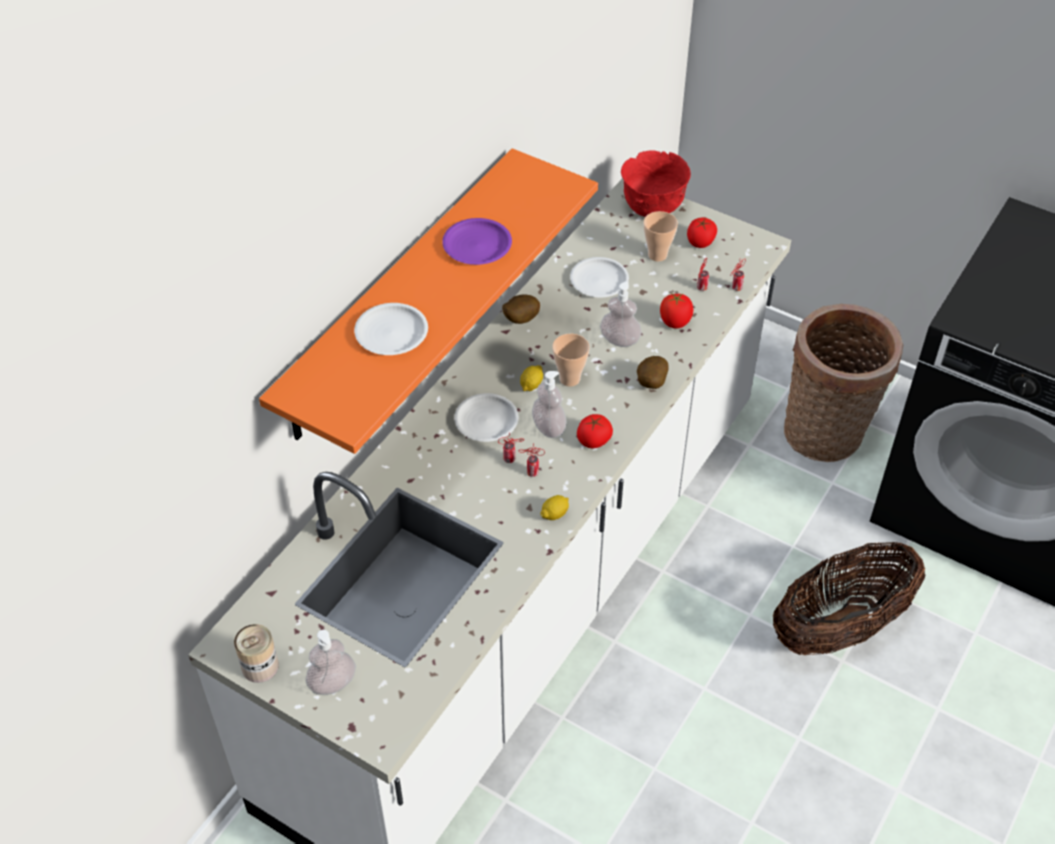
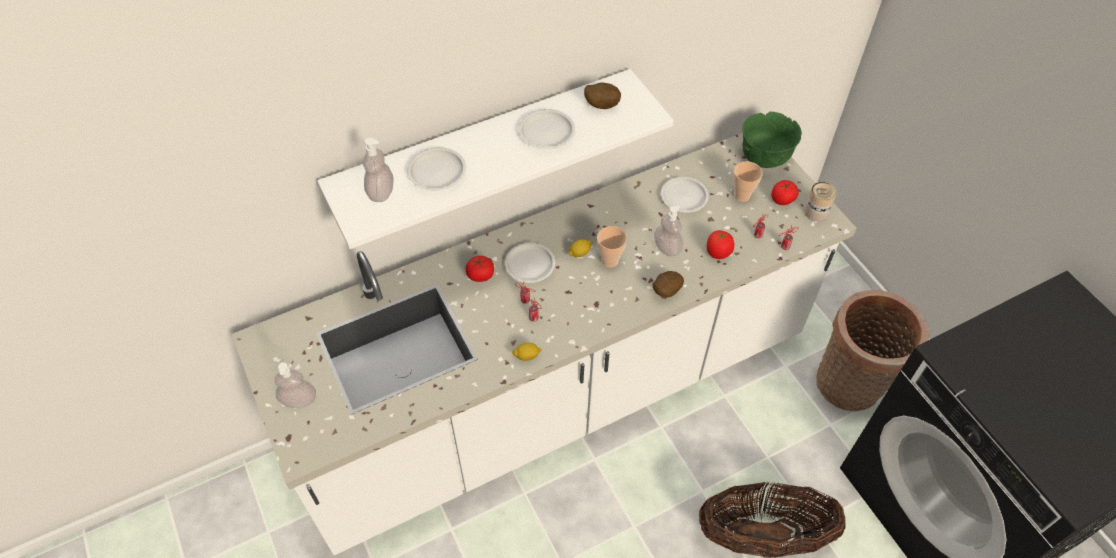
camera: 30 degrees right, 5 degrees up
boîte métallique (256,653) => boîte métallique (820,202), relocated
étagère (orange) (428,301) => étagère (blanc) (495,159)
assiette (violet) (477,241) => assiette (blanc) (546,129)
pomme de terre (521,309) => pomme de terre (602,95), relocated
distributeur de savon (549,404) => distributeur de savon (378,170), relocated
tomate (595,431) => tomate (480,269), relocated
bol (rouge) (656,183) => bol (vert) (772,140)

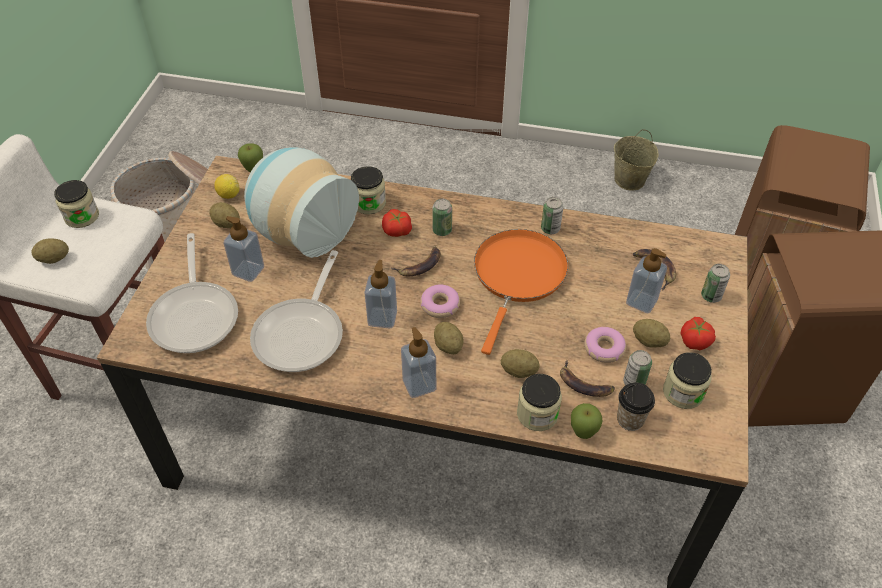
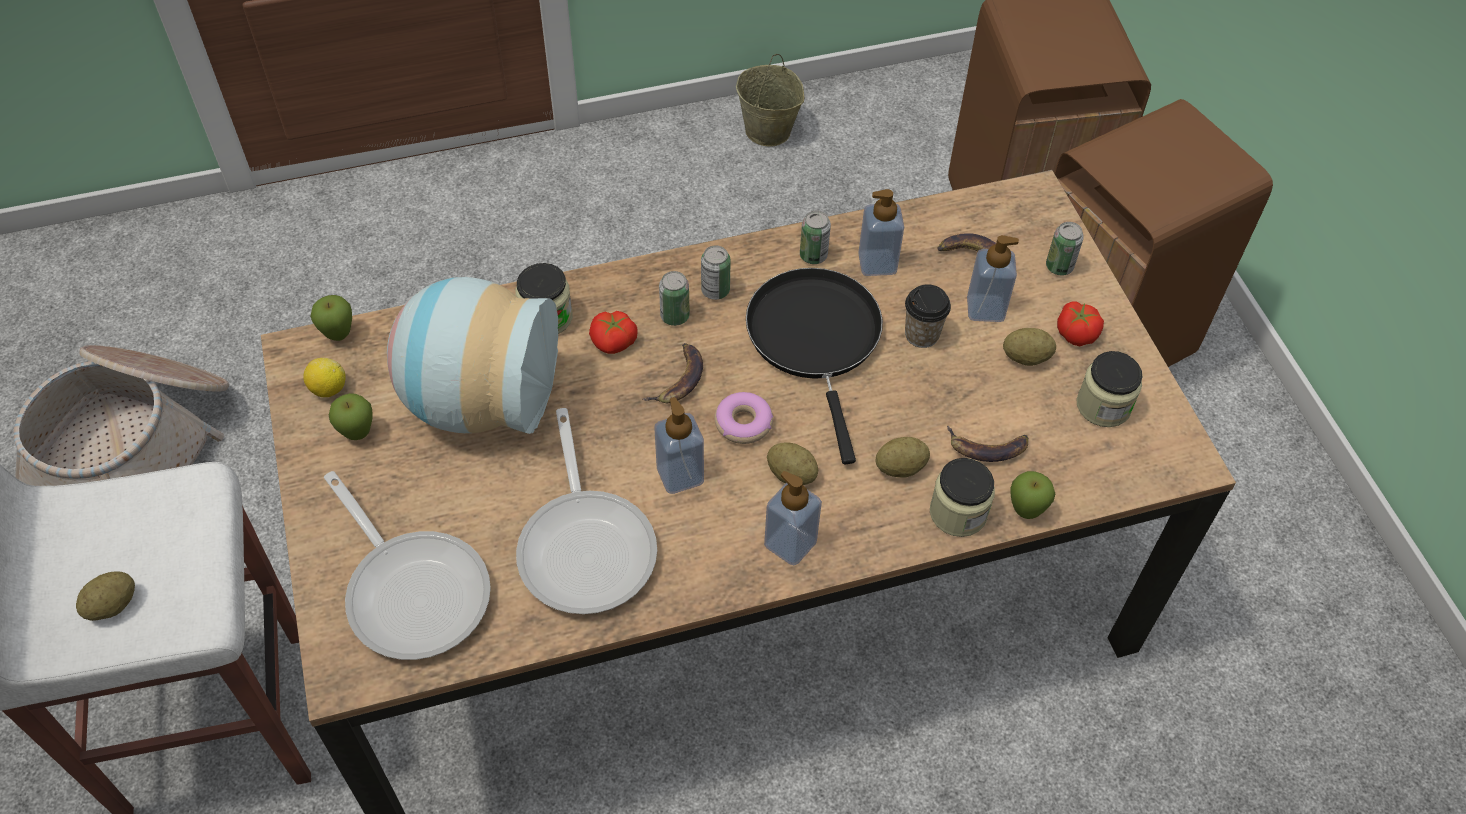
camera: 30 degrees left, 5 degrees up
bocal (76,204) => nothing
pomme de terre (224,215) => pomme (351,416)
distributeur de savon (243,249) => distributeur de savon (881,232), relocated
poêle (orange) (521,292) => poêle (noir) (814,366)
beignet (605,345) => nothing
tasse (636,407) => tasse (928,316), relocated
boîte métallique (637,368) => boîte métallique (716,272), relocated

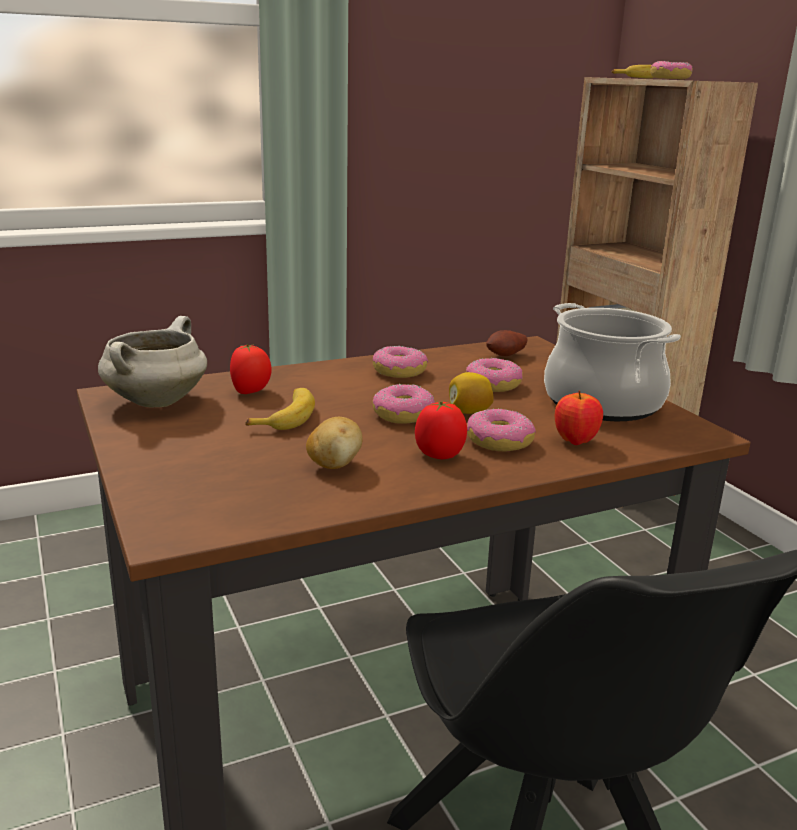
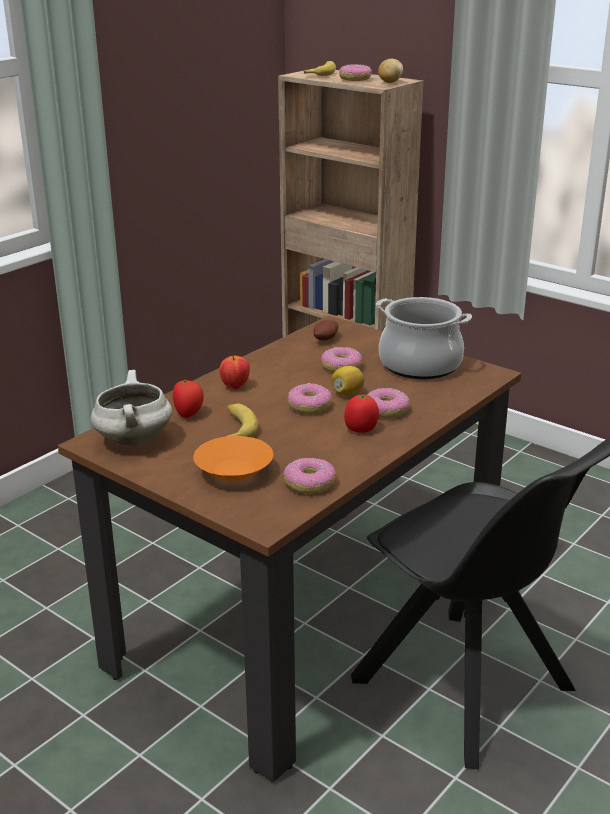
camera: 25 degrees left, 5 degrees up
pomme de terre (334,443) => pomme de terre (390,71), relocated
beignet (400,362) => beignet (309,476), relocated
pomme (579,417) => pomme (234,372), relocated
nothing => bol (orange) (233,459)

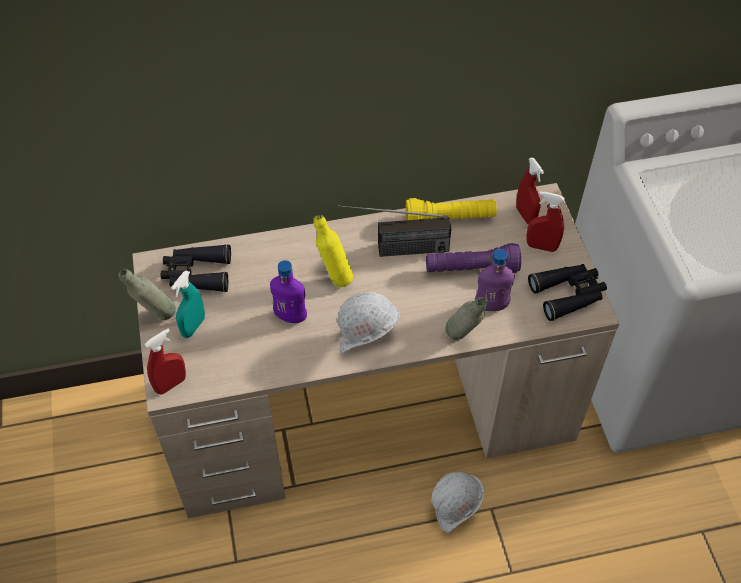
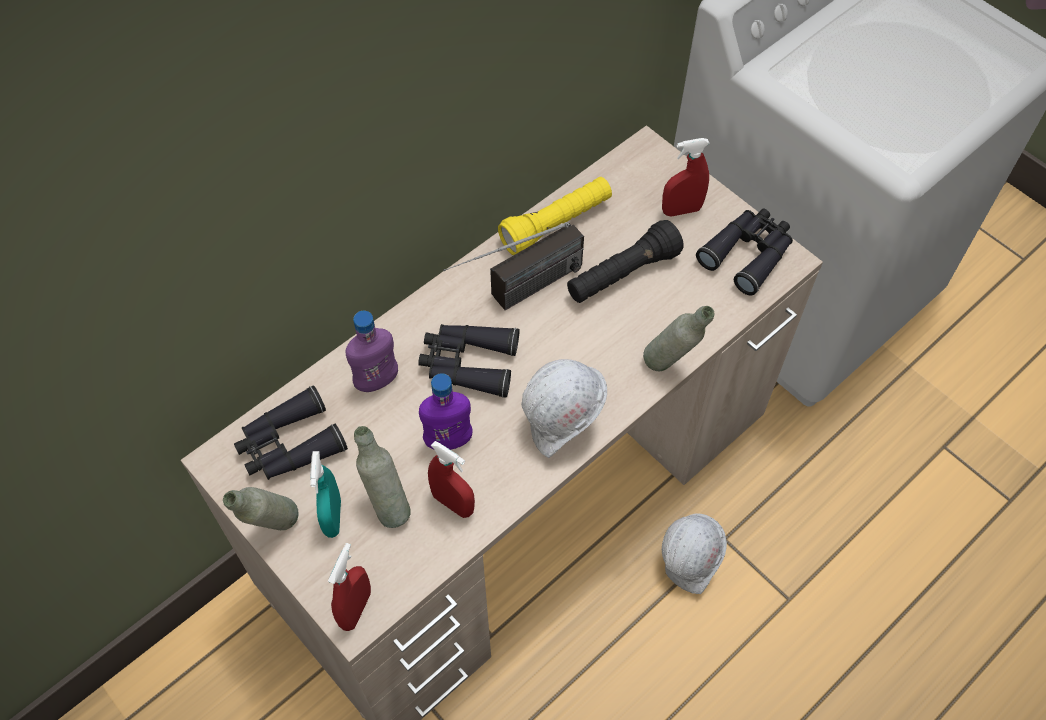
camera: 30 degrees left, 5 degrees up
bouteille (jaune) (333,251) => jumelles (noir) (468,361)
lampe de poche (violet) (473,258) => lampe de poche (noir) (625,261)
bouteille (violet) (495,280) => bouteille (violet) (372,351), relocated
vaporisateur (rouge) (530,190) => vaporisateur (rouge) (451,479), relocated
nothing => bouteille (gris) (382,477)

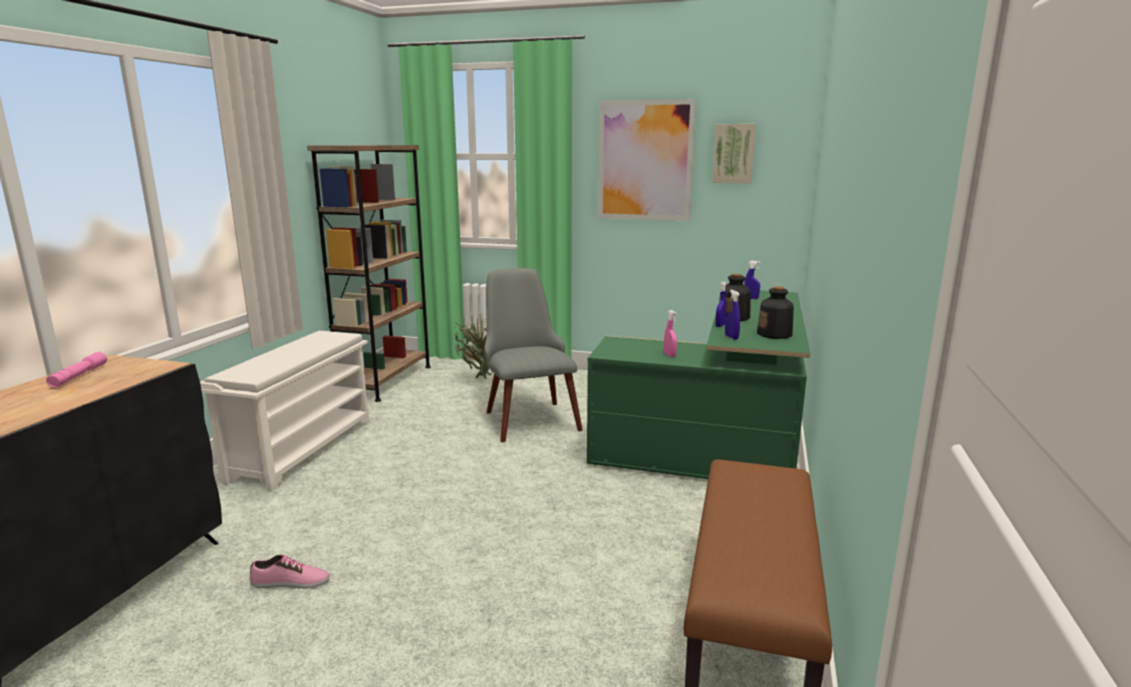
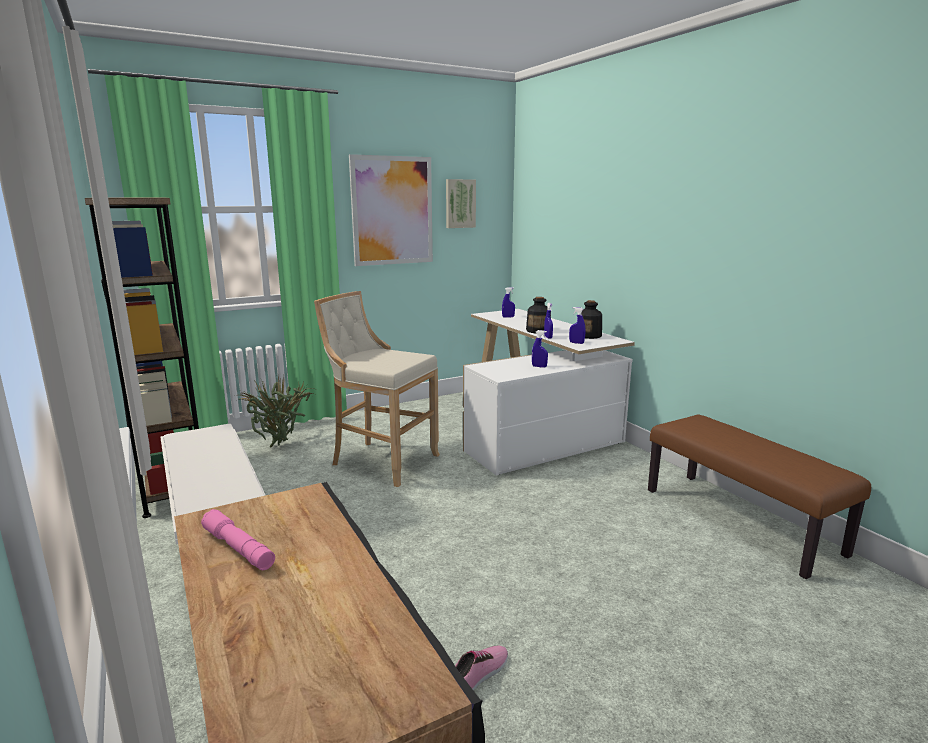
camera: 45 degrees left, 0 degrees up
chaise (gris) (533,355) => tabouret (beige) (377,389)
bureau (vert) (698,384) => bureau (blanc) (549,392)
vaporisateur (rose) (670,333) => vaporisateur (bleu) (540,349)

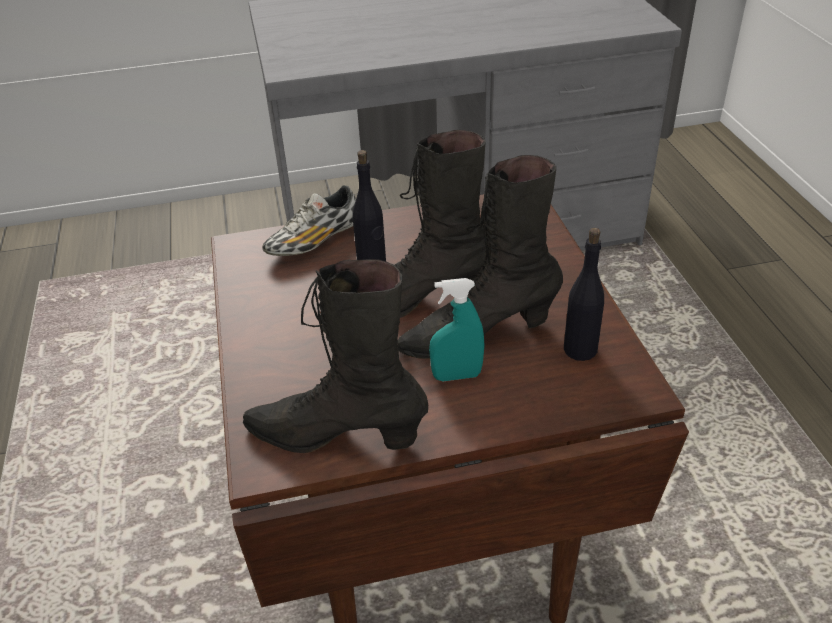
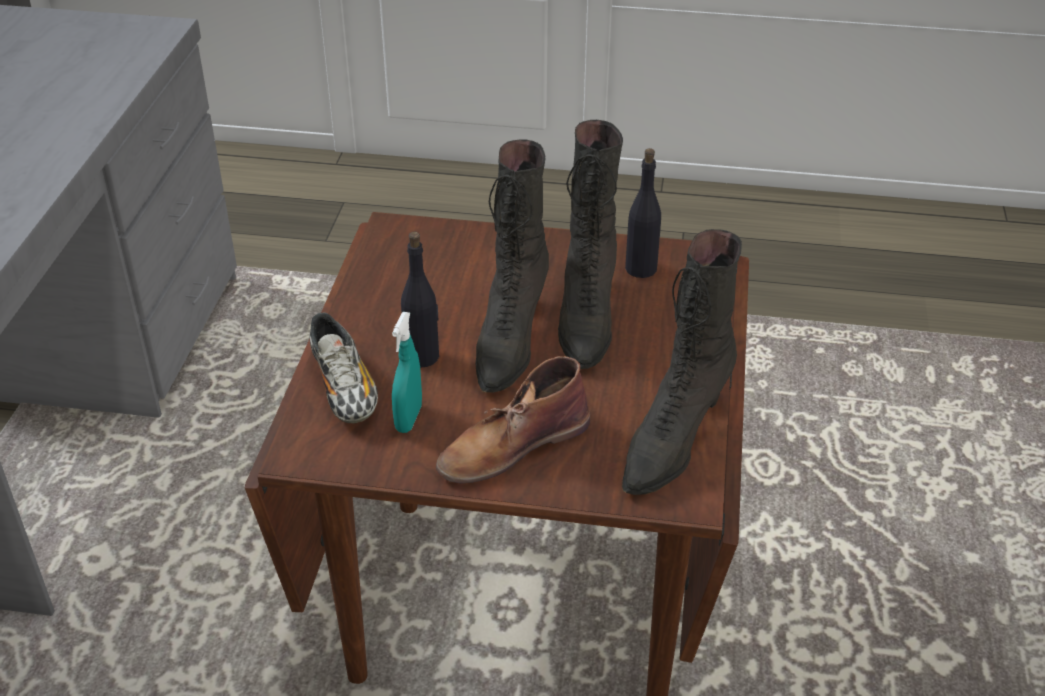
camera: 70 degrees left, 0 degrees up
vaporisateur (turquoise) (457,329) => vaporisateur (turquoise) (407,372), relocated
nothing => botte (marron) (513,419)

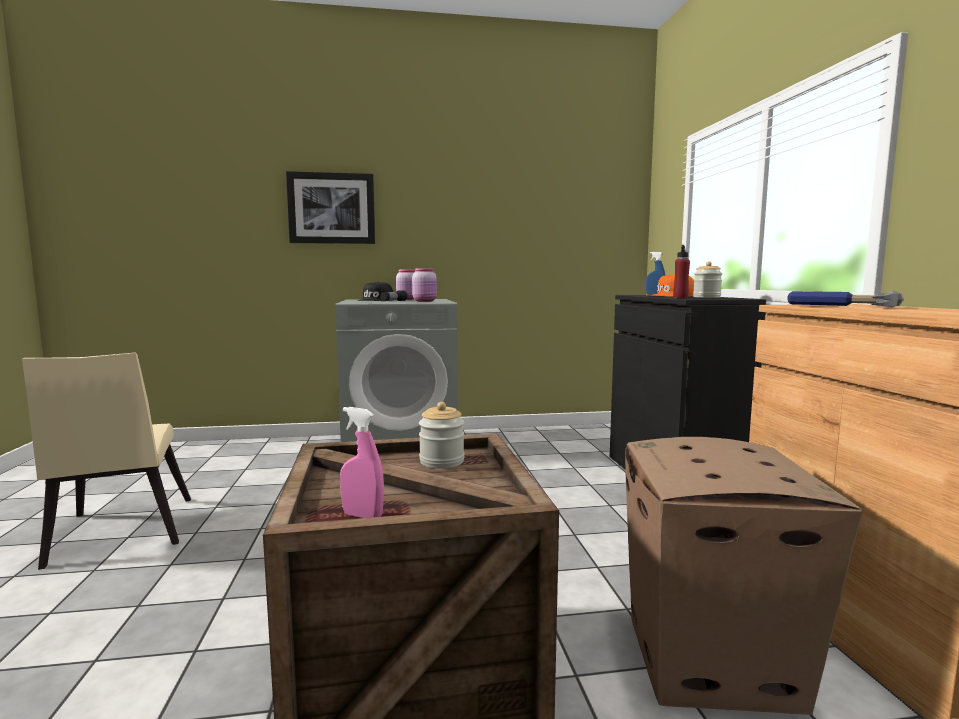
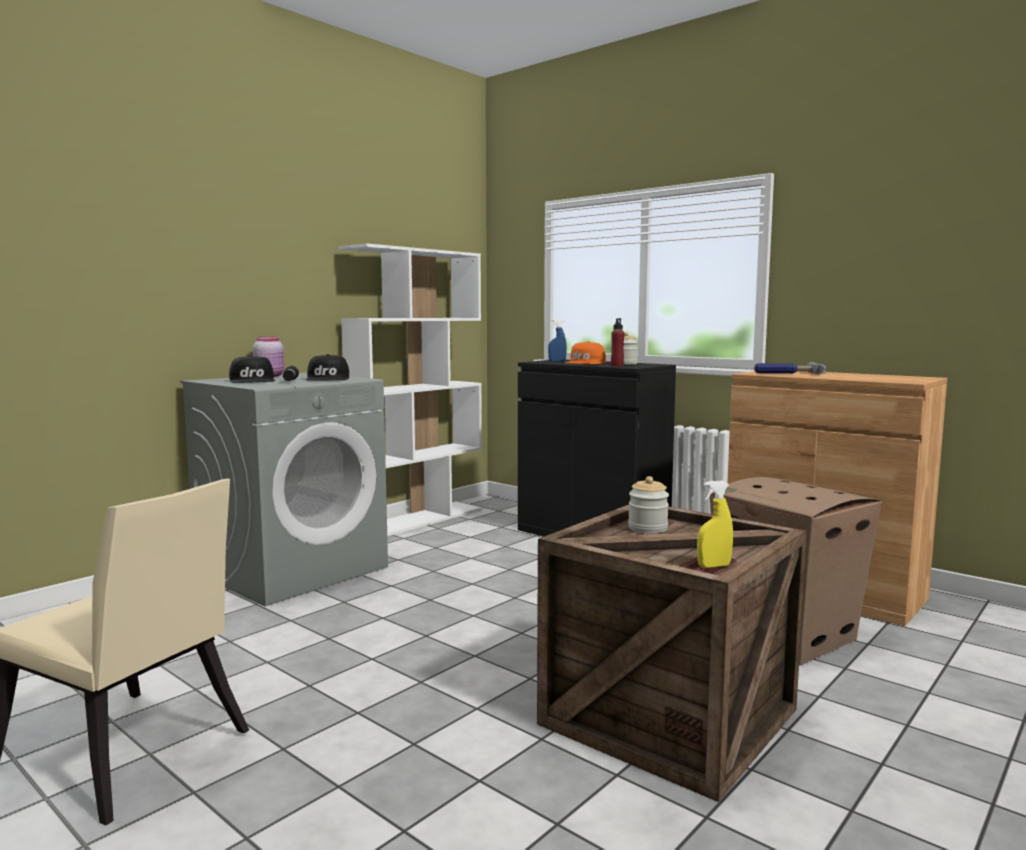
camera: 40 degrees left, 0 degrees up
tableau (330,207) => nothing
vaporisateur (rose) (362,462) => vaporisateur (jaune) (715,524)
bocal (rose) (424,285) => casquette (noir) (327,367)
nothing => bibliothèque (blanc) (410,390)

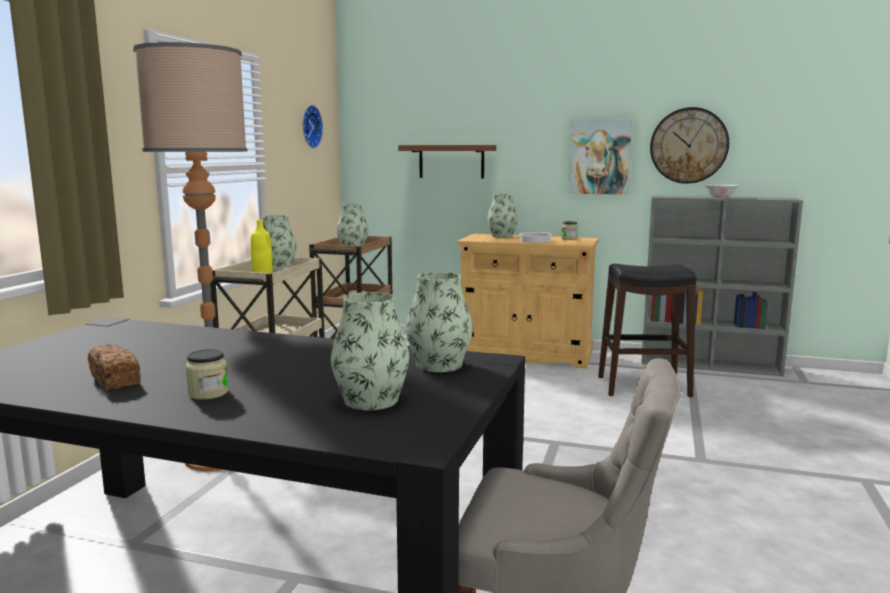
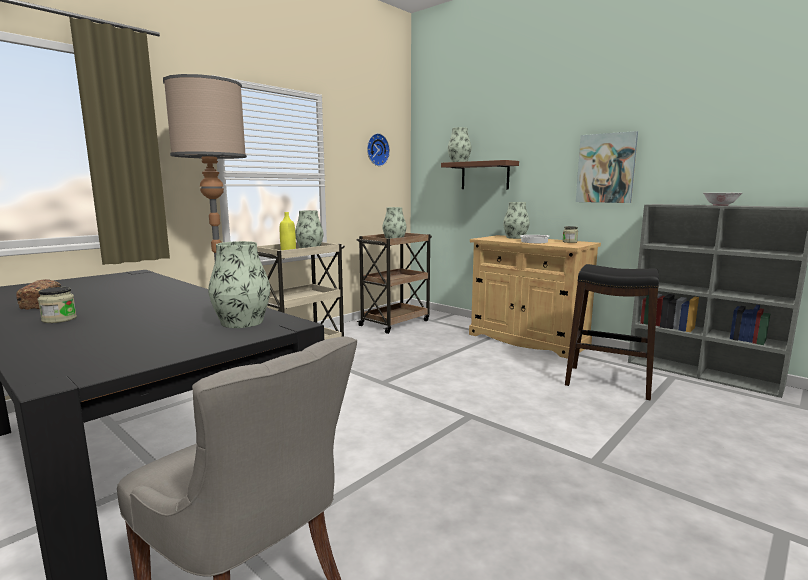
camera: 25 degrees right, 0 degrees up
vase (370,351) => vase (459,144), relocated
horloge murale (689,145) => nothing

